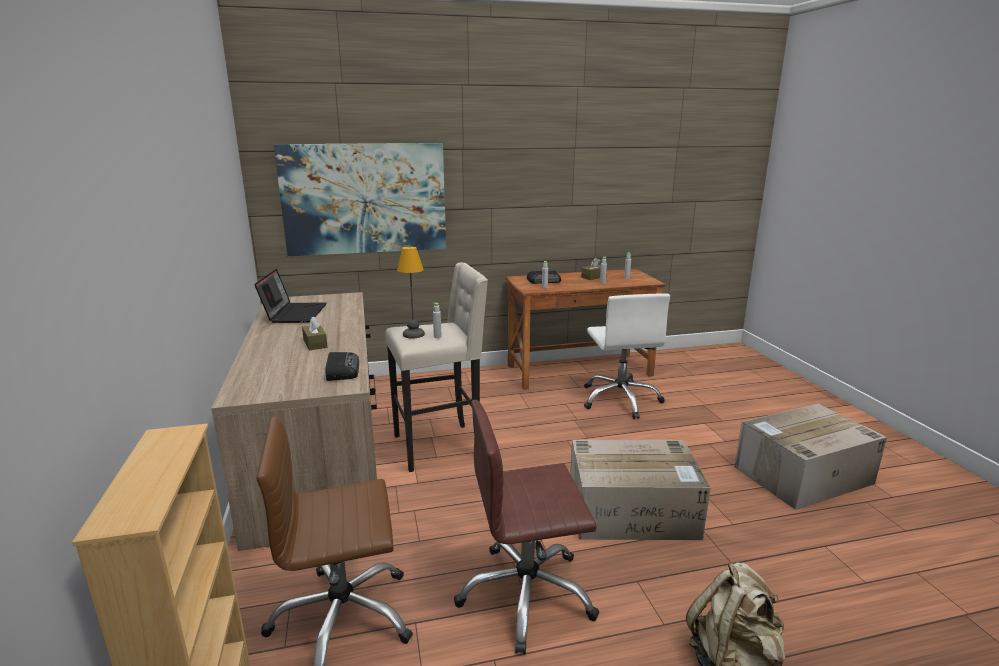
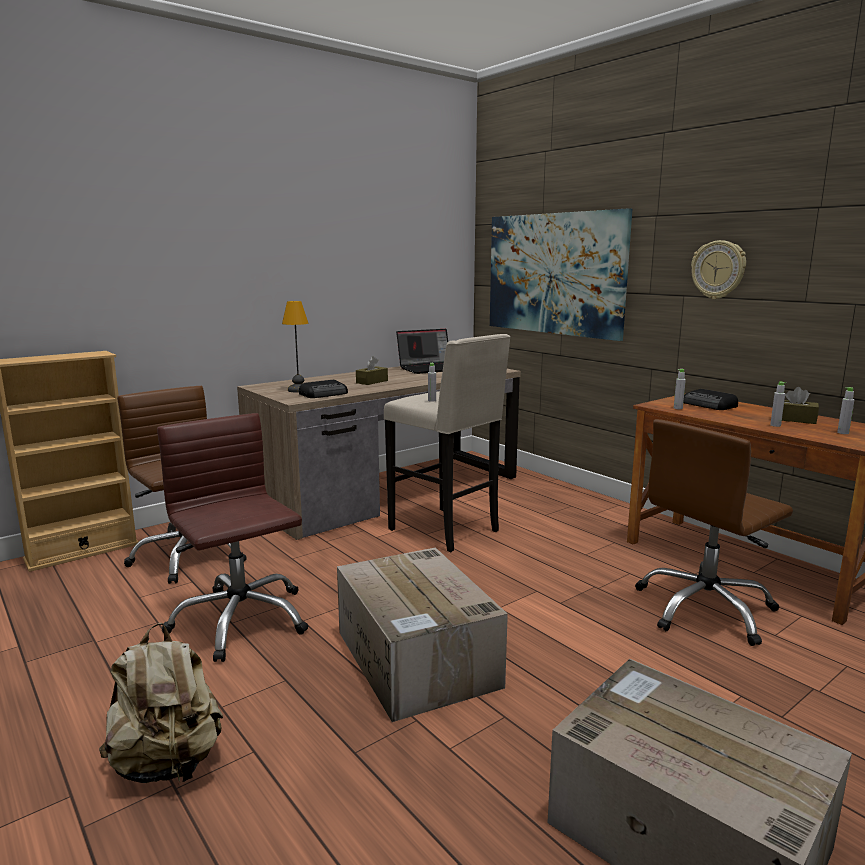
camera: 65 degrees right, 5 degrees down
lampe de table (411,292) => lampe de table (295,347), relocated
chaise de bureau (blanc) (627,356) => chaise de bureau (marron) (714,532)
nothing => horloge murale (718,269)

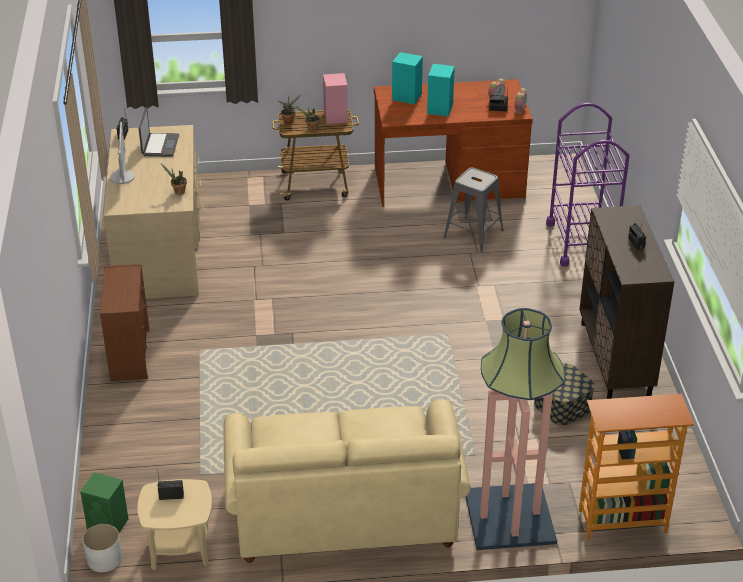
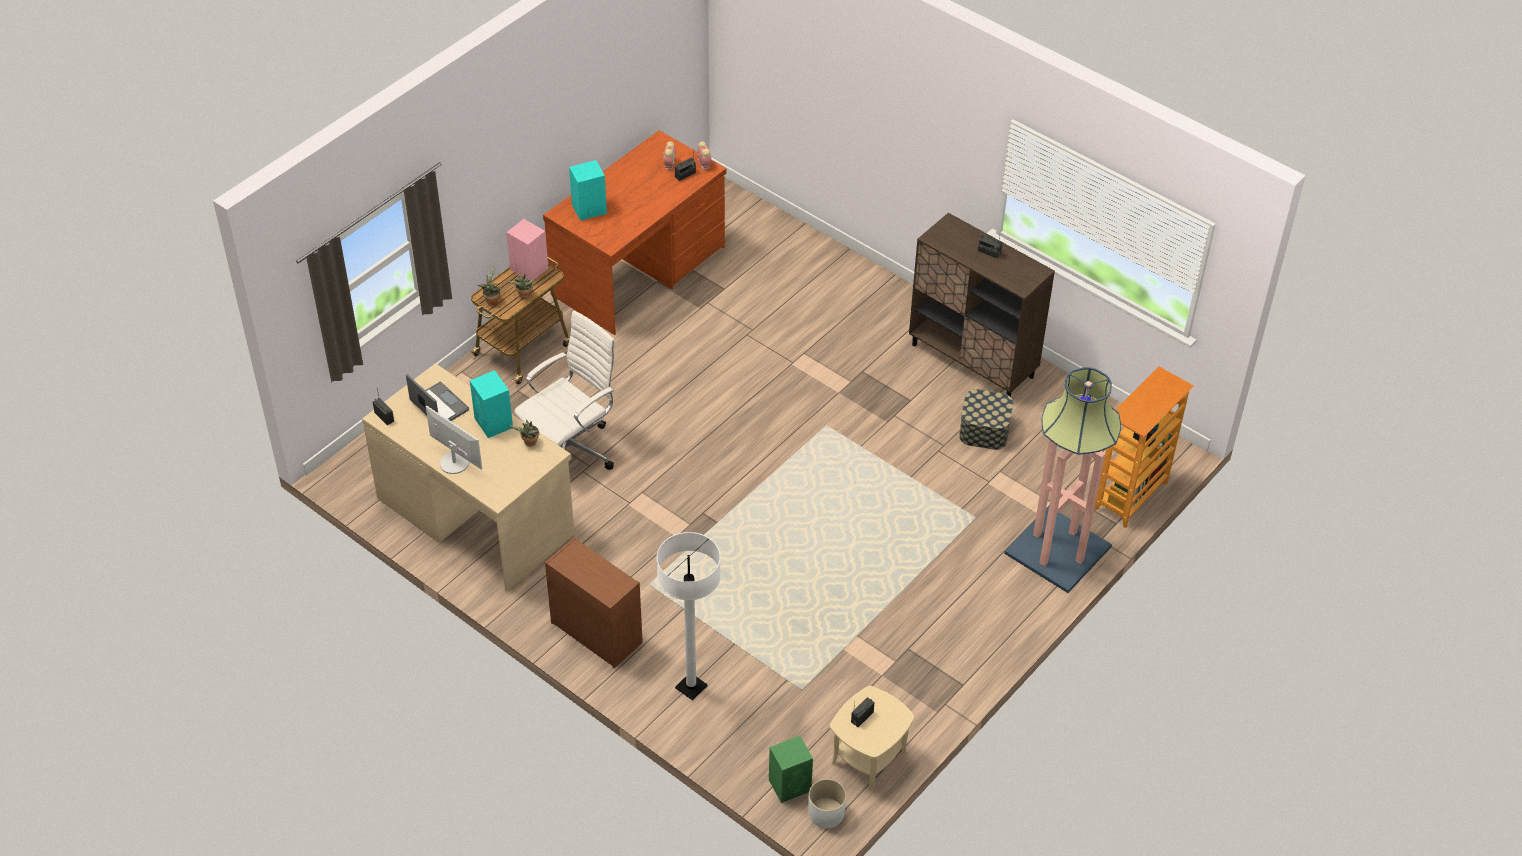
camera: 45 degrees left, 10 degrees up
canapé (beige) (347,481) => nothing
enceinte (turquoise) (441,90) => enceinte (turquoise) (491,404), relocated
tabouret (gris) (474,209) => nothing
chariot (violet) (588,184) => nothing
nothing => chaise de bureau (blanc) (565,390)
nothing => lampadaire (blanc) (689,616)

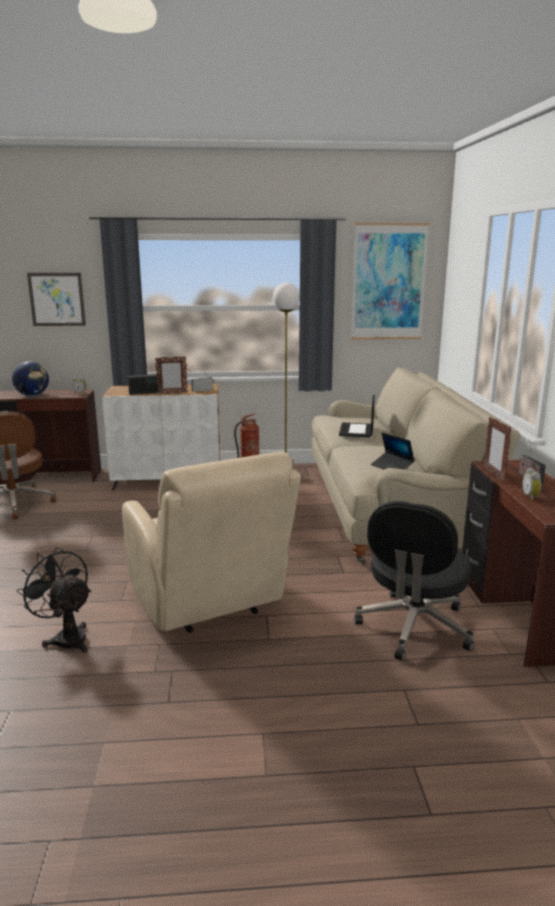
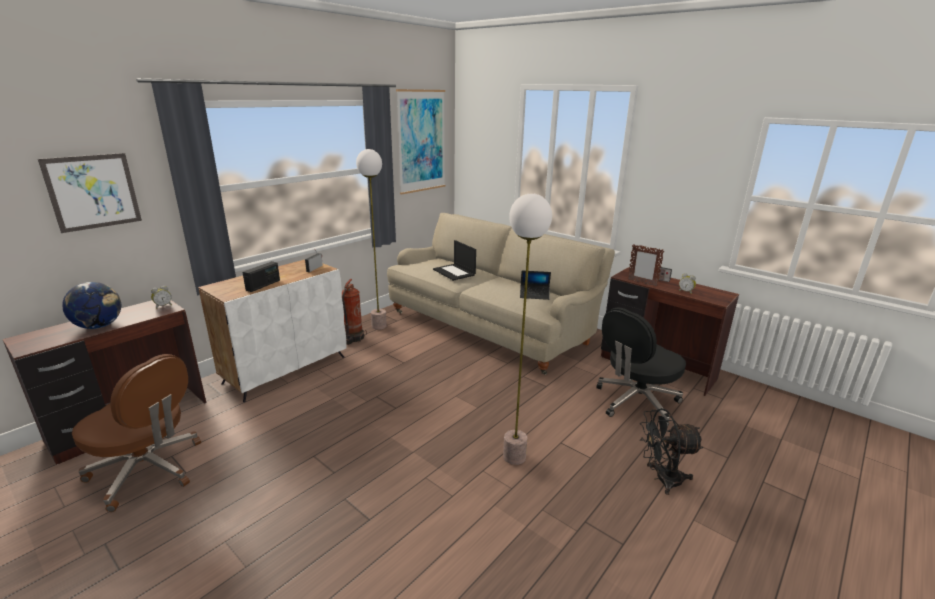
camera: 45 degrees left, 5 degrees up
ventilateur (noir) (54,600) => ventilateur (noir) (672,451), relocated
fauteuil (beige) (211,542) => lampadaire (527,329)
cadre photo (171,375) => nothing
chaise de bureau (noir) (414,581) => chaise de bureau (noir) (641,367), 75 degrees clockwise

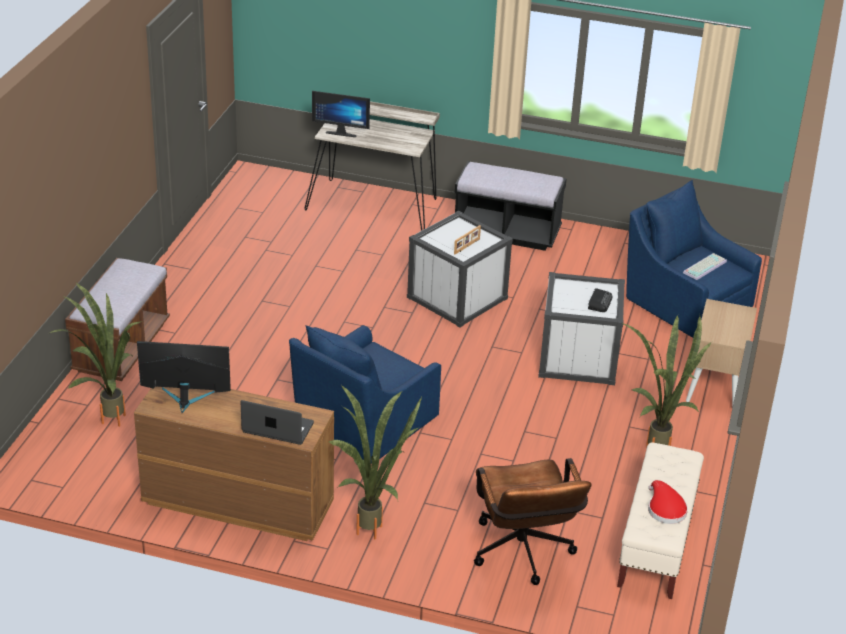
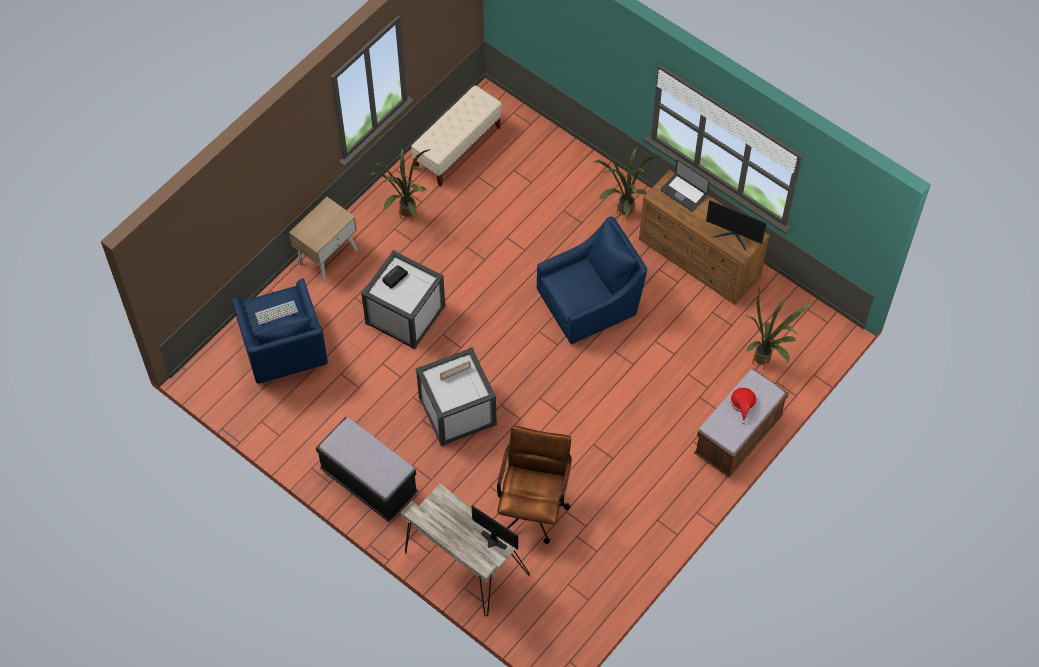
camera: 155 degrees left, 25 degrees up
chaise de bureau (marron) (532,521) => chaise de bureau (marron) (534,485), relocated
chapeau (rouge) (668,502) => chapeau (rouge) (743,405), relocated

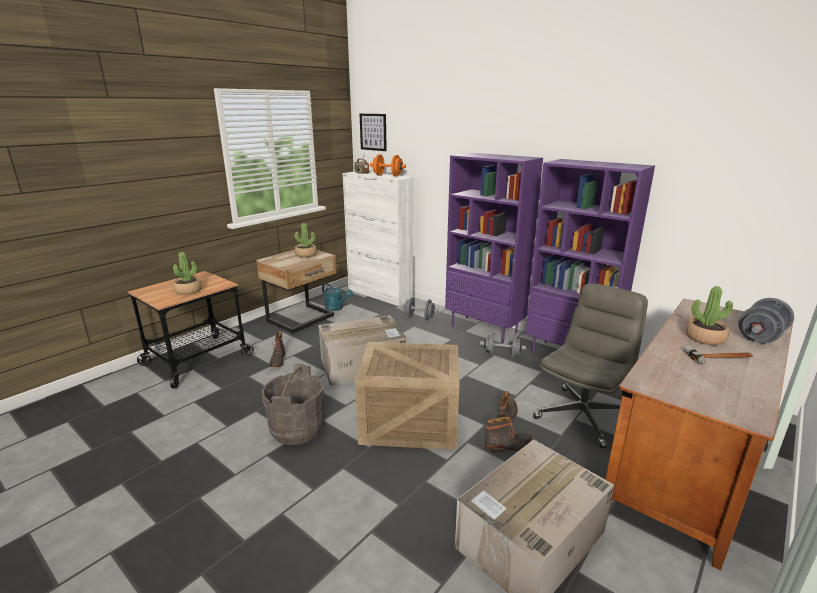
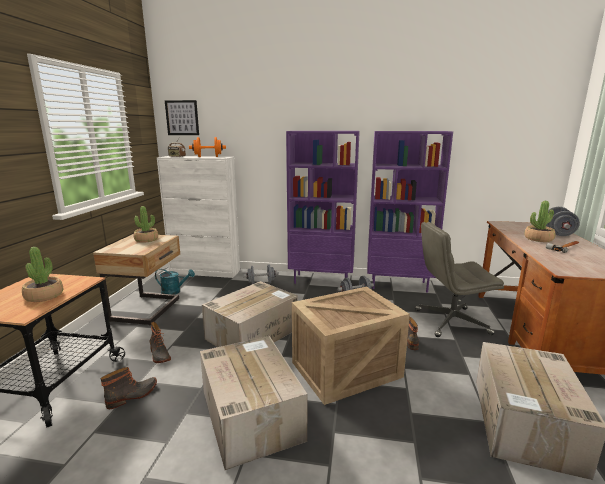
camera: 30 degrees left, 5 degrees down
seau (gris) (293,404) => carton (254,403)
botte (509,435) => botte (129,388), relocated
chaise de bureau (gris) (590,365) => chaise de bureau (gris) (459,279), 105 degrees counterclockwise

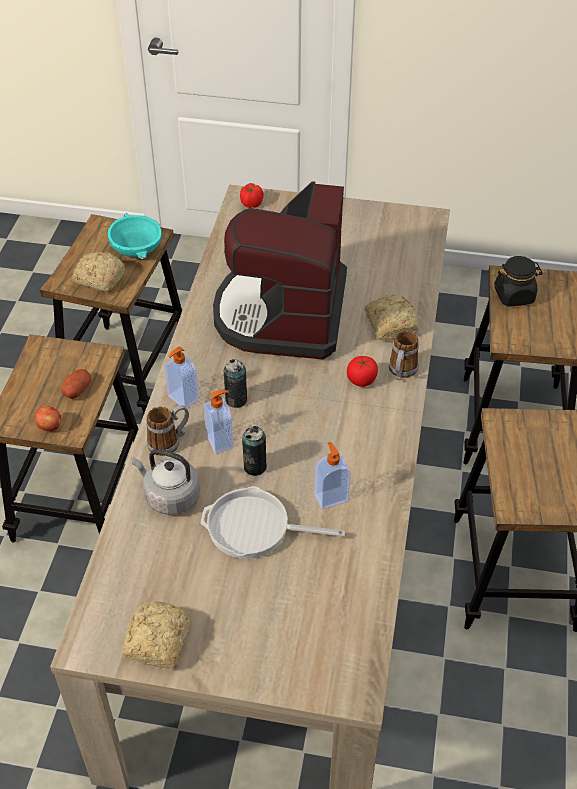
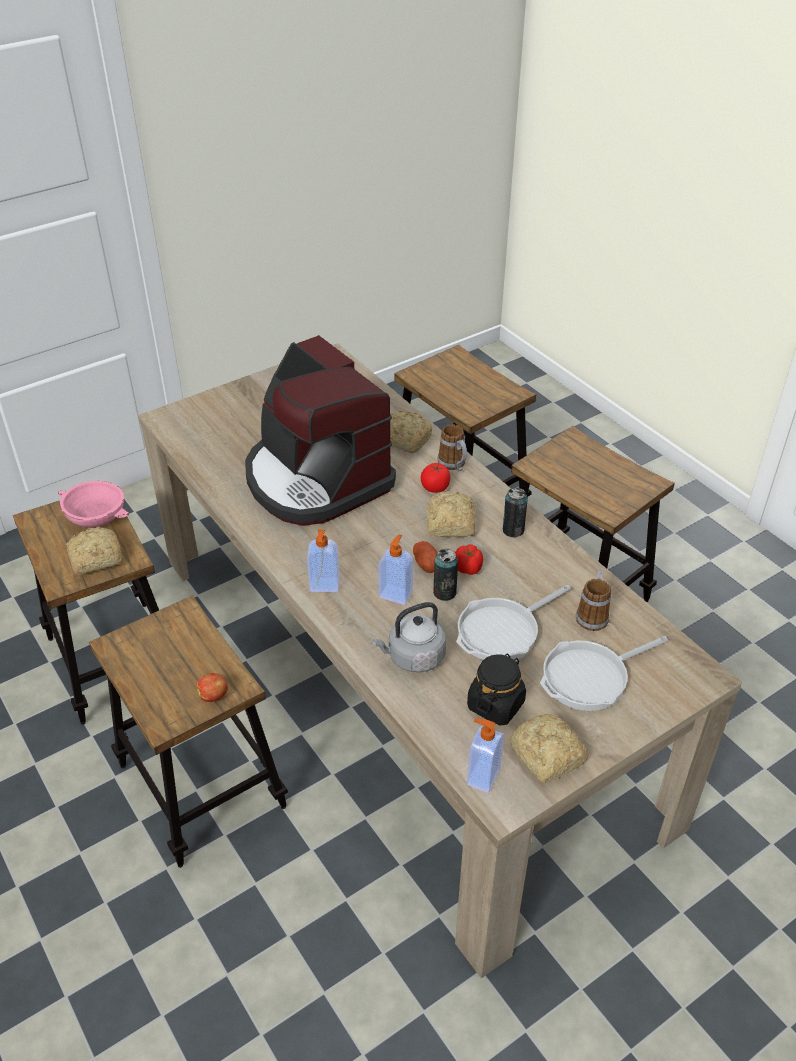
camera: 45 degrees left, 5 degrees down
pomme de terre (76,384) => pomme de terre (425,557), relocated
bol (turquoise) (134,236) => bol (rose) (93,504)
mug (167,430) => mug (593,600), relocated
boîte métallique (235,383) => boîte métallique (515,512), relocated
tomate (252,195) => tomate (469,559), relocated
distributeur de savon (332,475) => distributeur de savon (485,756), relocated
bocal (noir) (518,281) => bocal (noir) (496,689), relocated
nothing => pain (451,514)
nothing => poêle (604,673)

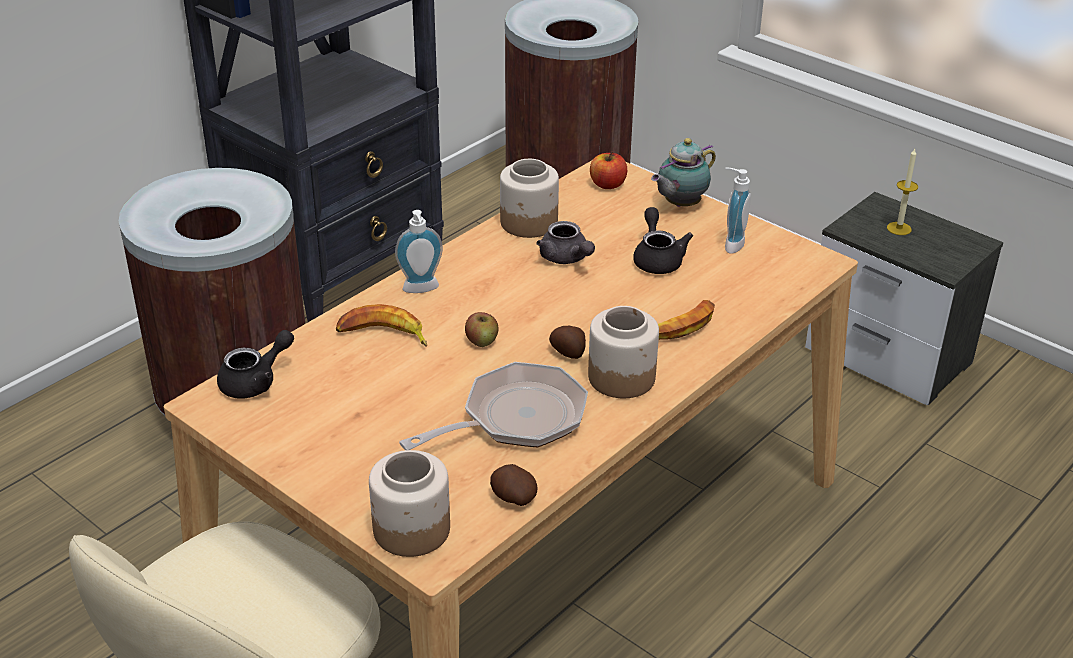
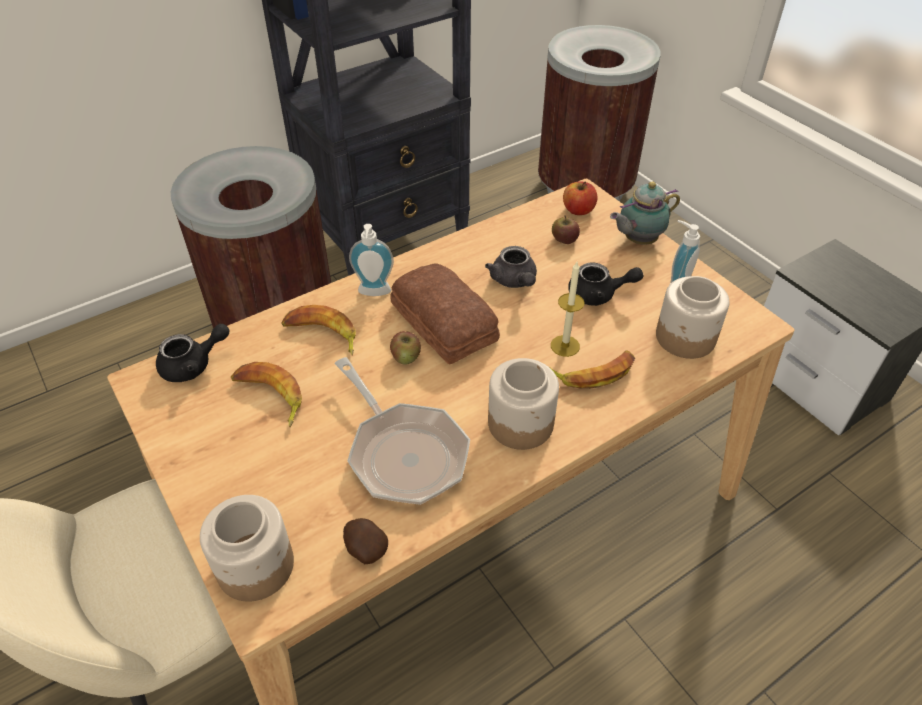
camera: 15 degrees right, 10 degrees up
poêle (493,406) => poêle (402,431), 75 degrees clockwise
bocal (529,198) => bocal (692,317), relocated
pomme de terre (567,342) => nothing
théière (noir) (663,240) => théière (noir) (606,284), 90 degrees clockwise
bougie (902,192) => bougie (567,309), relocated
nothing => banane (266,394)
nothing => pain (445,314)
nothing => pomme (566,229)

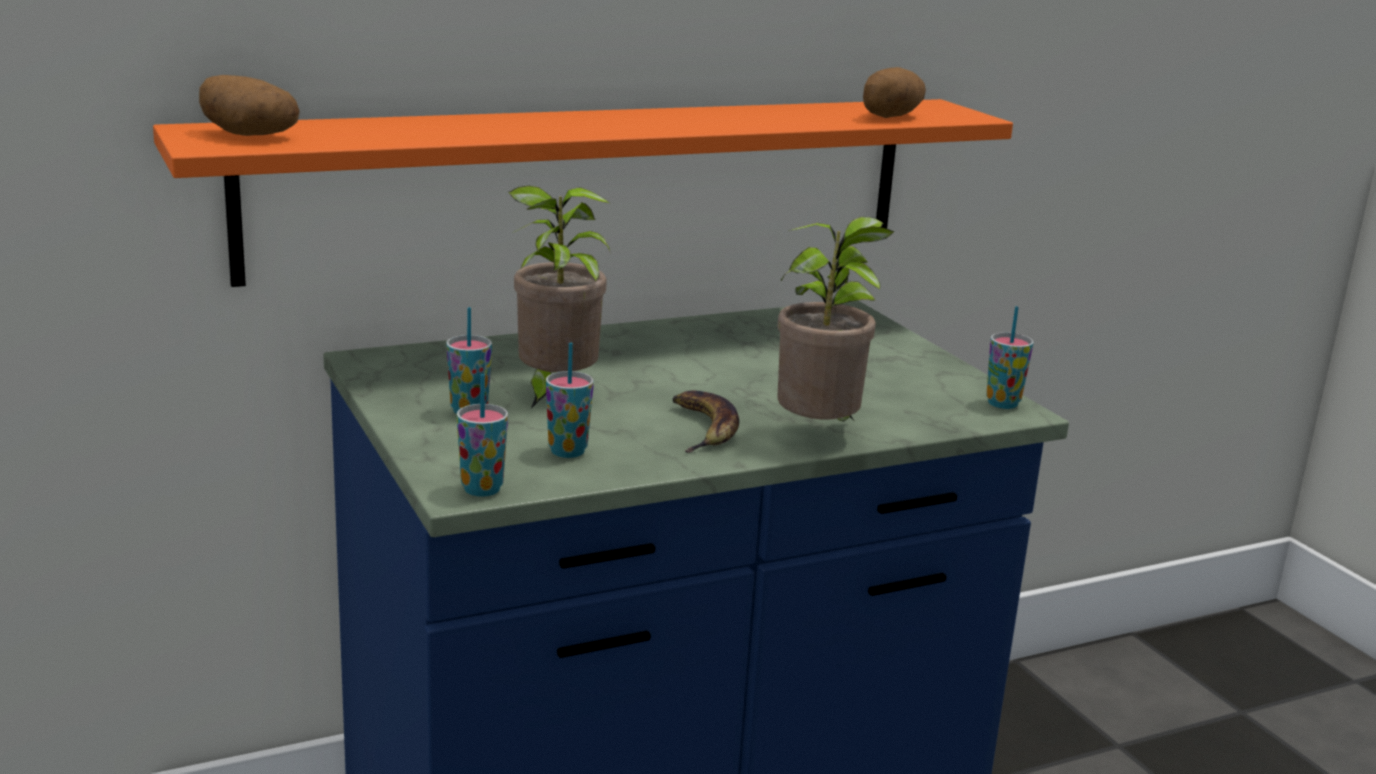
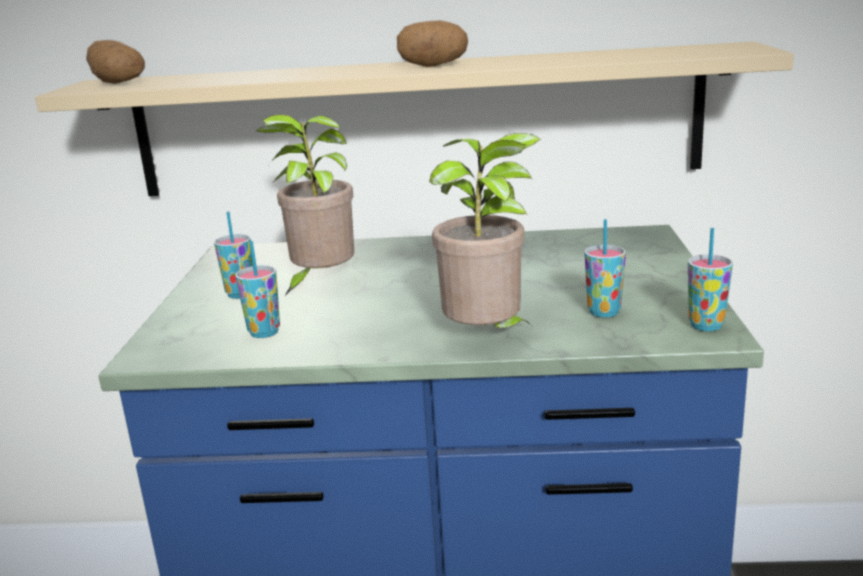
camera: 30 degrees right, 0 degrees up
étagère (orange) (583,193) => étagère (beige) (414,119)
tasse (482,435) => tasse (605,268), relocated
banane (705,421) => nothing
pomme de terre (894,92) => pomme de terre (432,43), relocated

